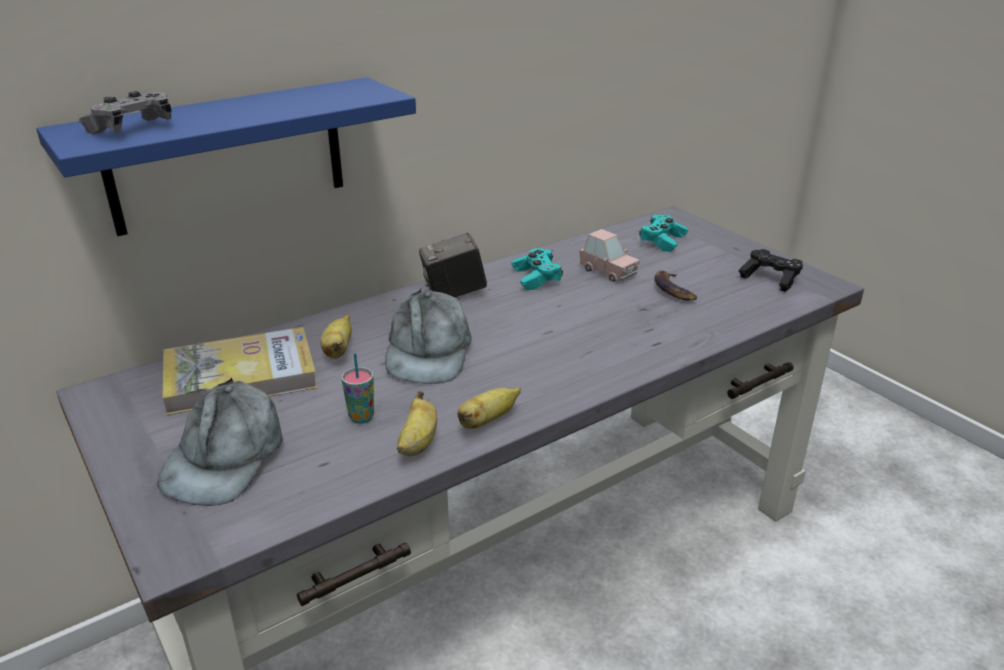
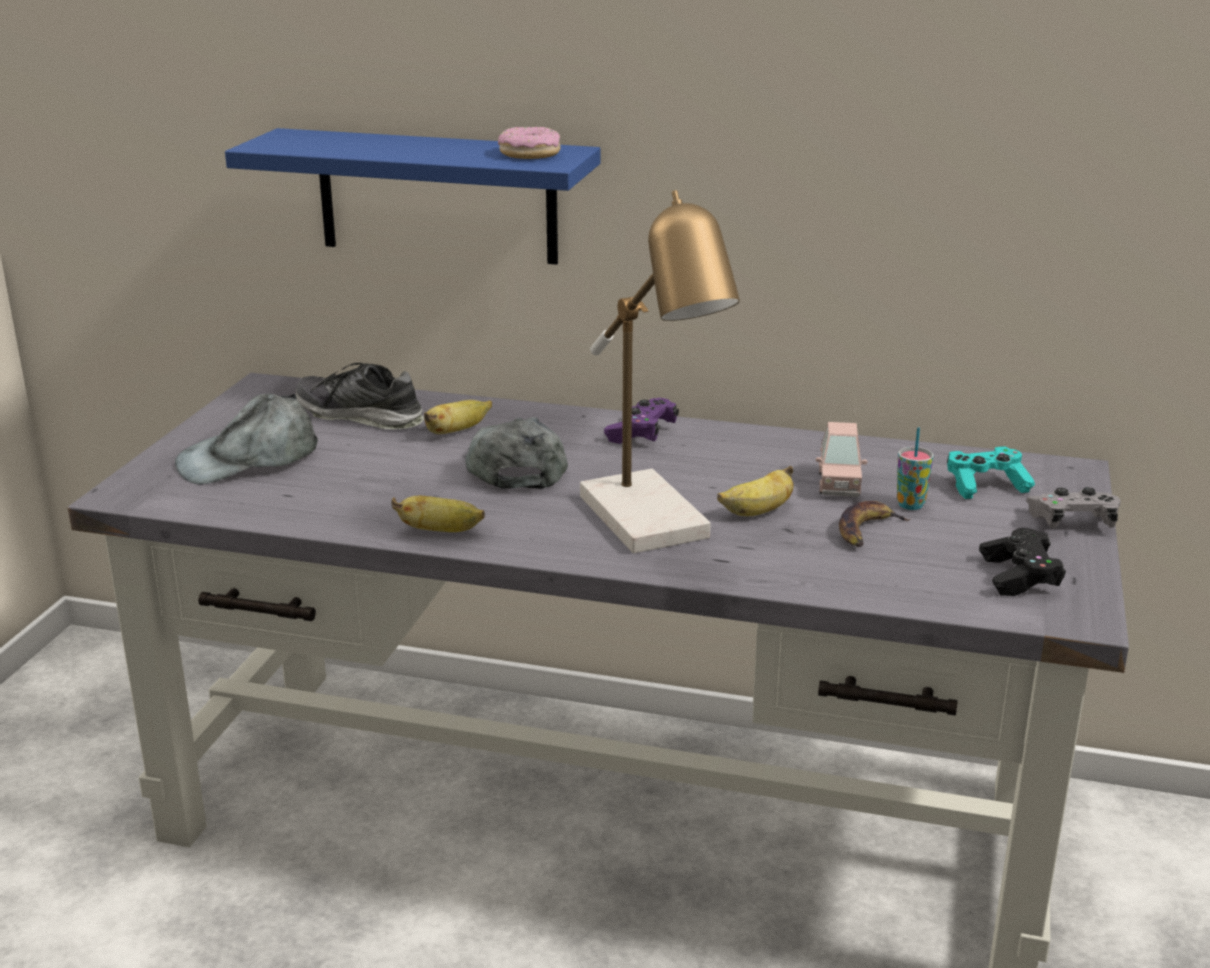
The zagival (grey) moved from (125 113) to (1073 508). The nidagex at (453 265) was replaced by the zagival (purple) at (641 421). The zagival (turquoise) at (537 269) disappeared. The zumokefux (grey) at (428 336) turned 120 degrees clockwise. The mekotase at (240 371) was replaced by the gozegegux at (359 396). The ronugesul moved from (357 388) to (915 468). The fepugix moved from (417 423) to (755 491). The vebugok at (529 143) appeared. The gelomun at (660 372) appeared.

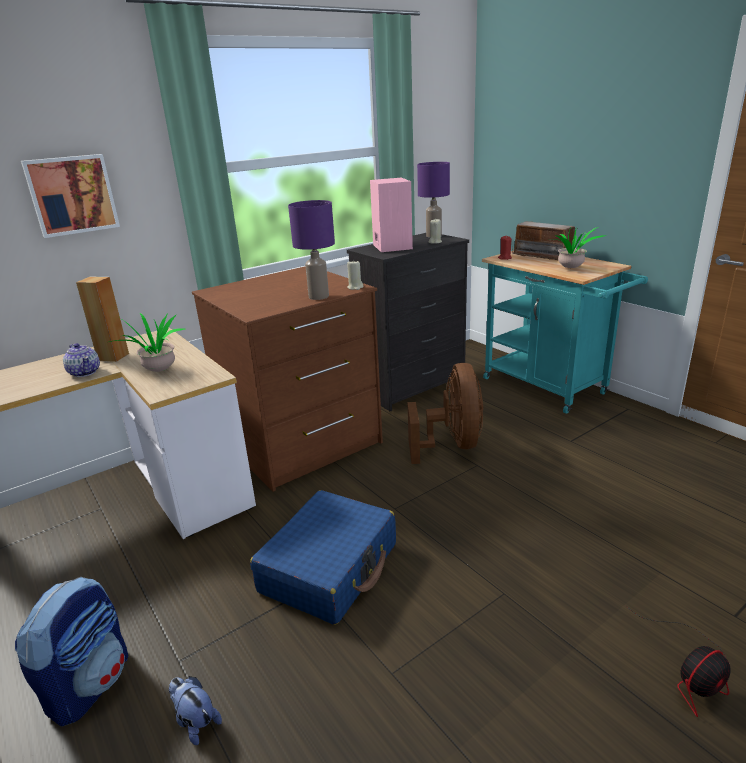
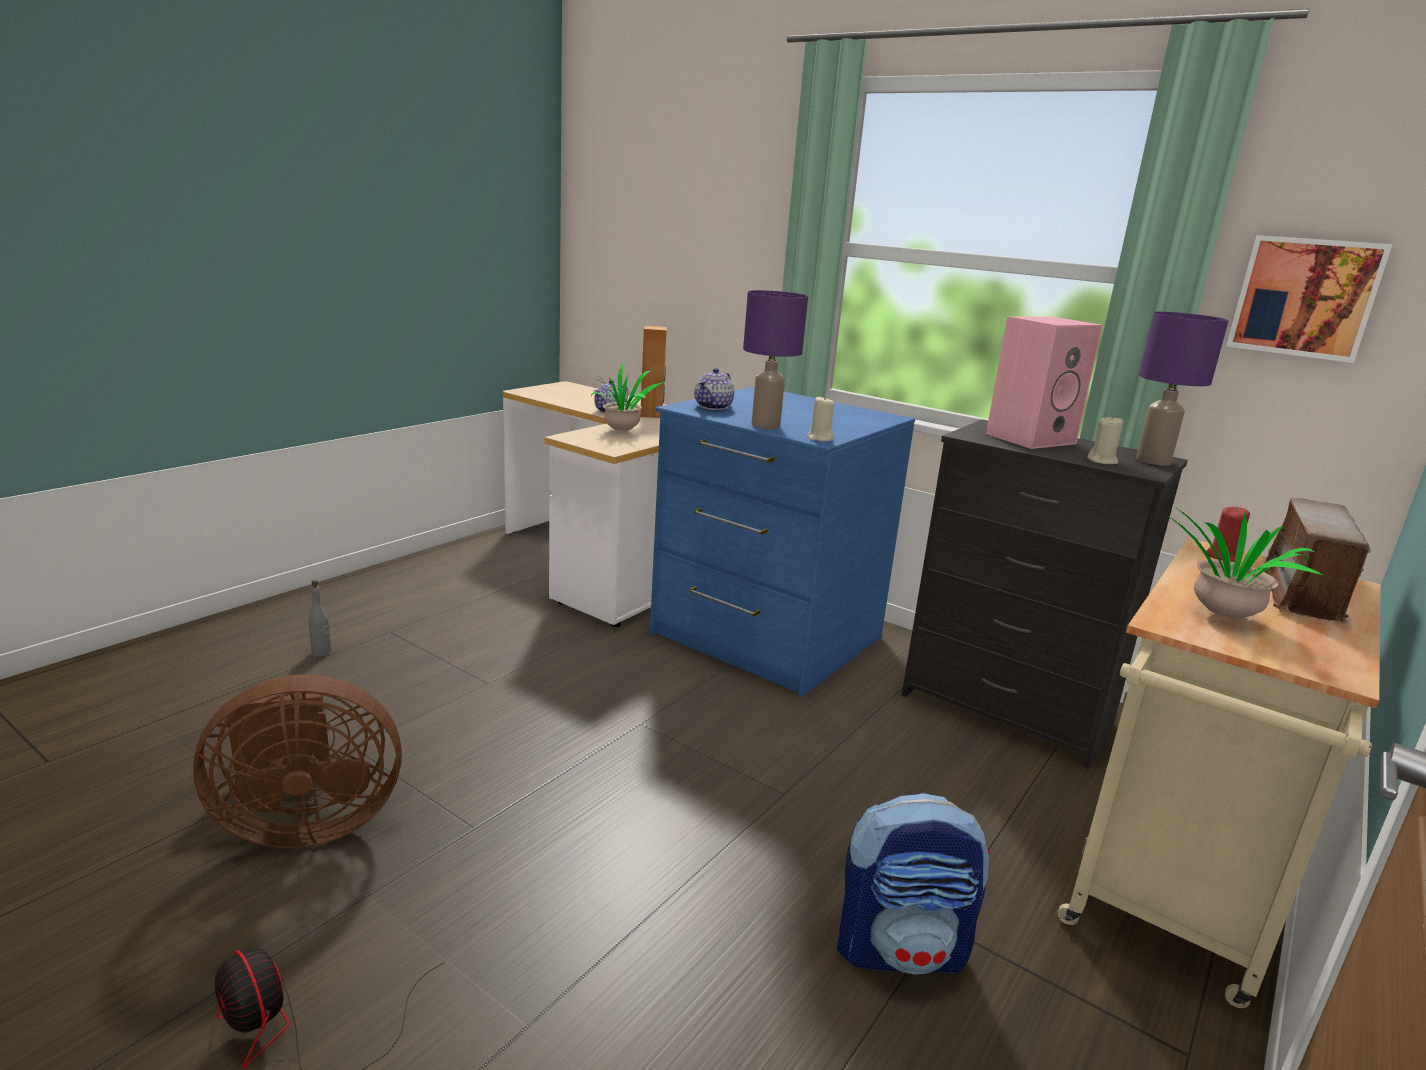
The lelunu moved from (70 196) to (1309 299). The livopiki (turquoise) at (565 332) became the livopiki (beige) at (1219 773). The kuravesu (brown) at (287 379) became the kuravesu (blue) at (782 541). The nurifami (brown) moved from (445 413) to (297 761). The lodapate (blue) at (323 557) disappeared. The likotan moved from (71 651) to (913 884). The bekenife at (195 710) was replaced by the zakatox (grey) at (319 618). The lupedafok at (714 389) appeared.

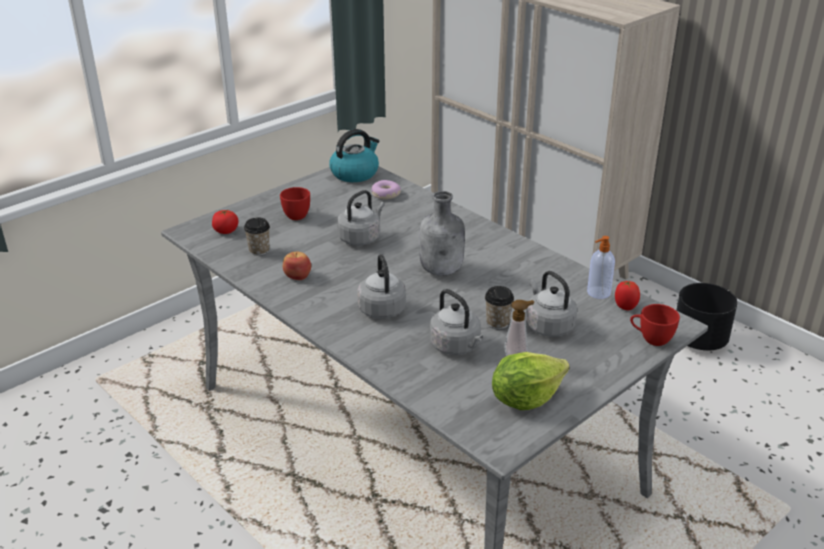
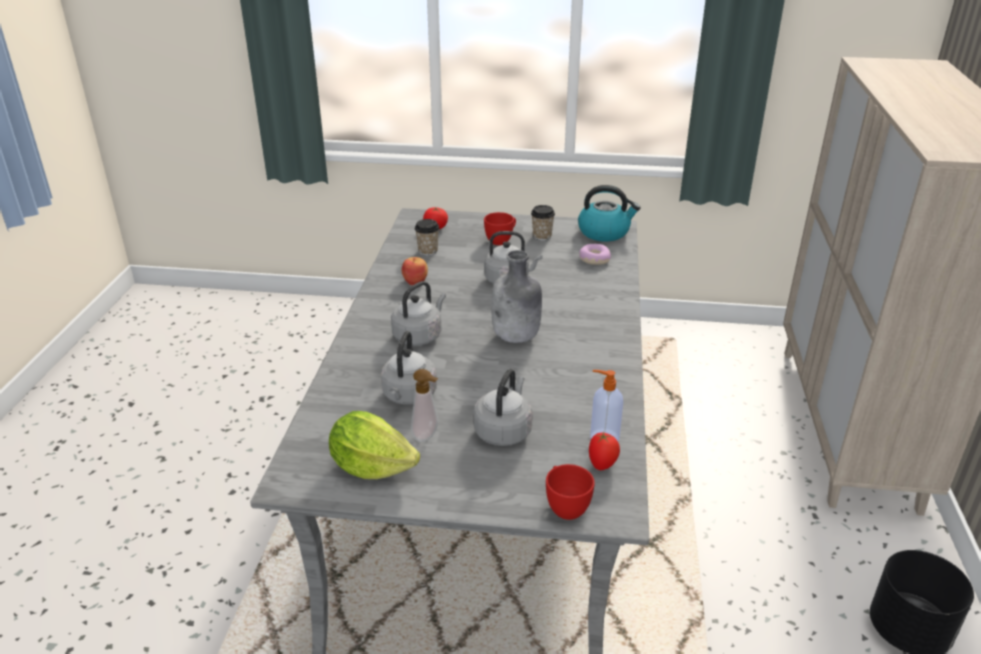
The ronugesul moved from (499 307) to (543 223).

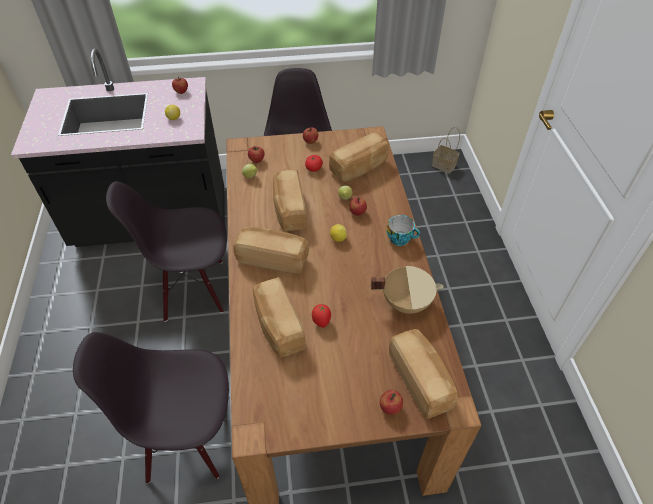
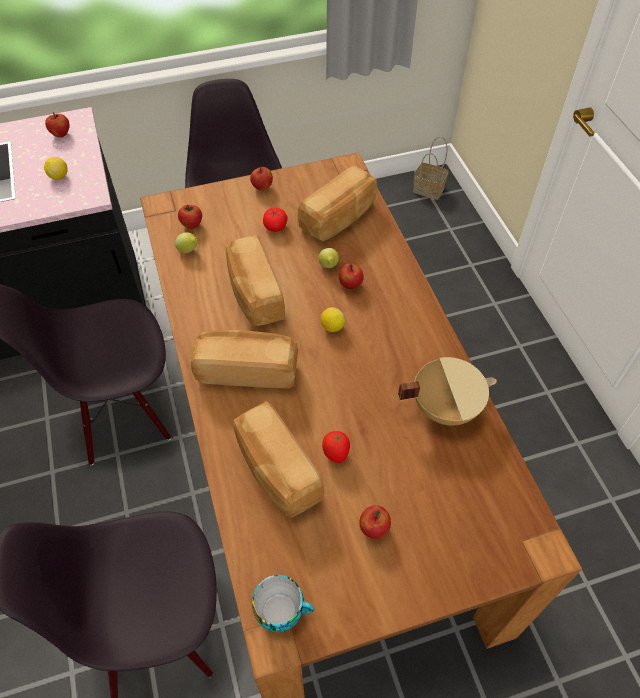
The ronugesul moved from (403 230) to (283 603). The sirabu at (423 374) disappeared. The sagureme moved from (391 402) to (375 522).

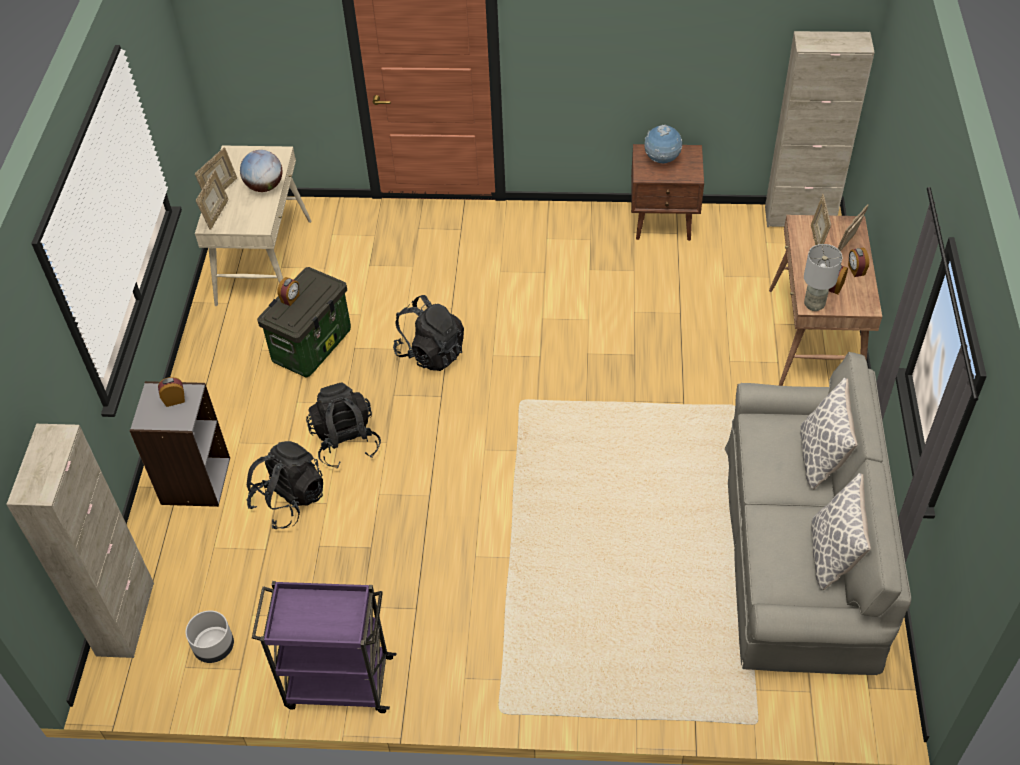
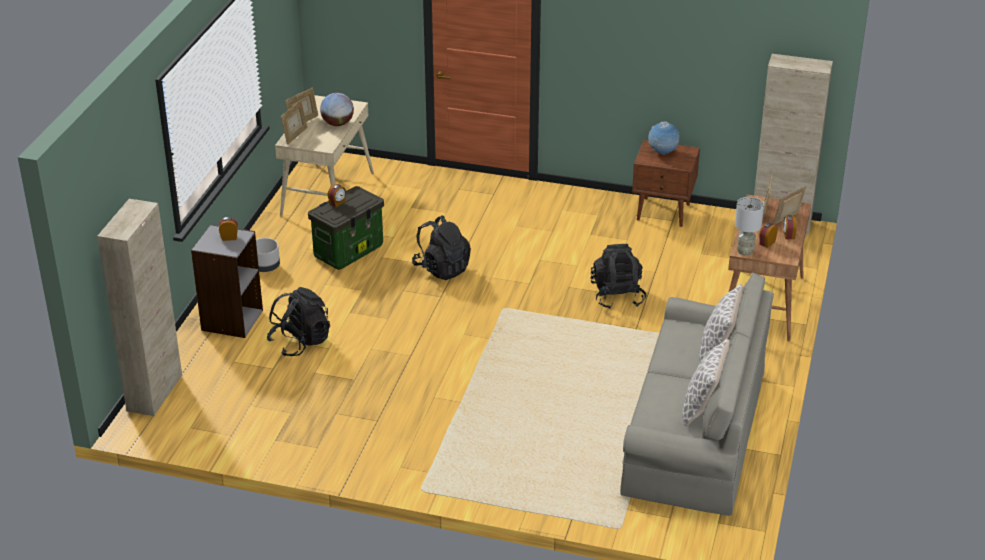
The likotan (black) moved from (343 425) to (618 276). The livopiki (purple) at (324 647) disappeared. The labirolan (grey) moved from (209 636) to (268 255).

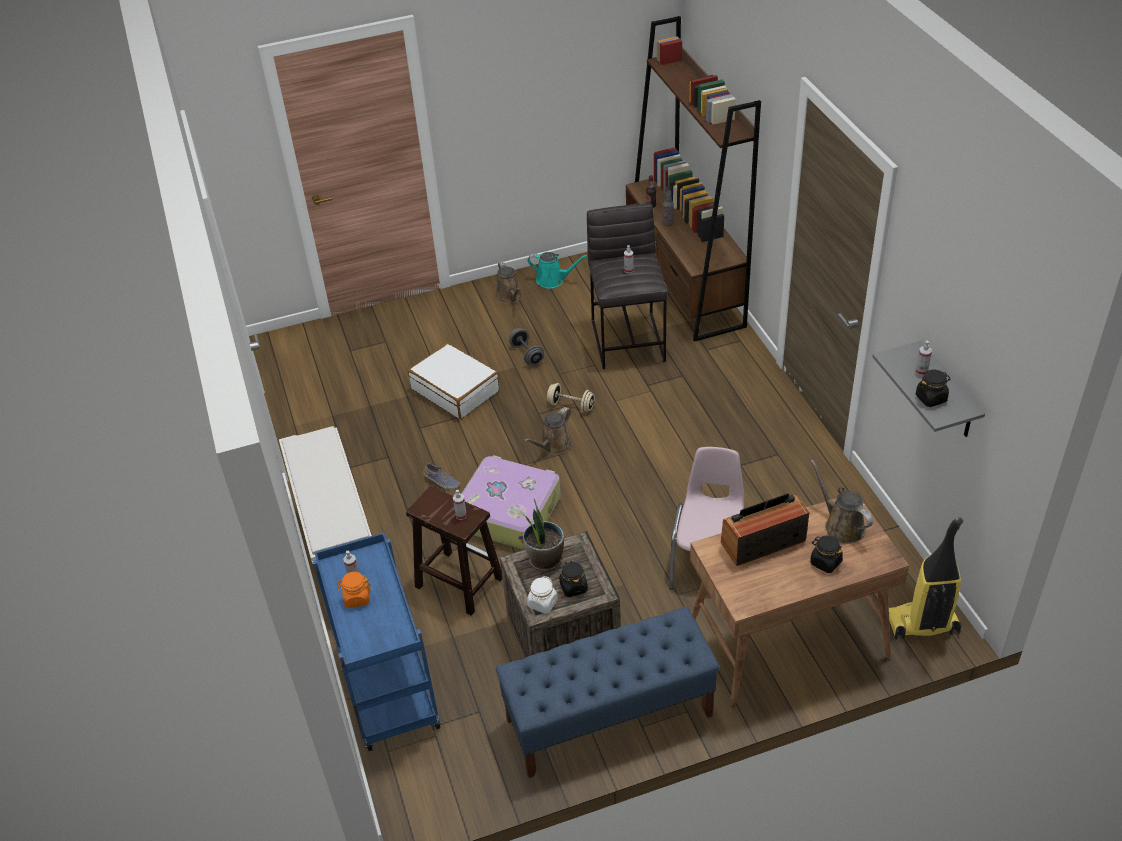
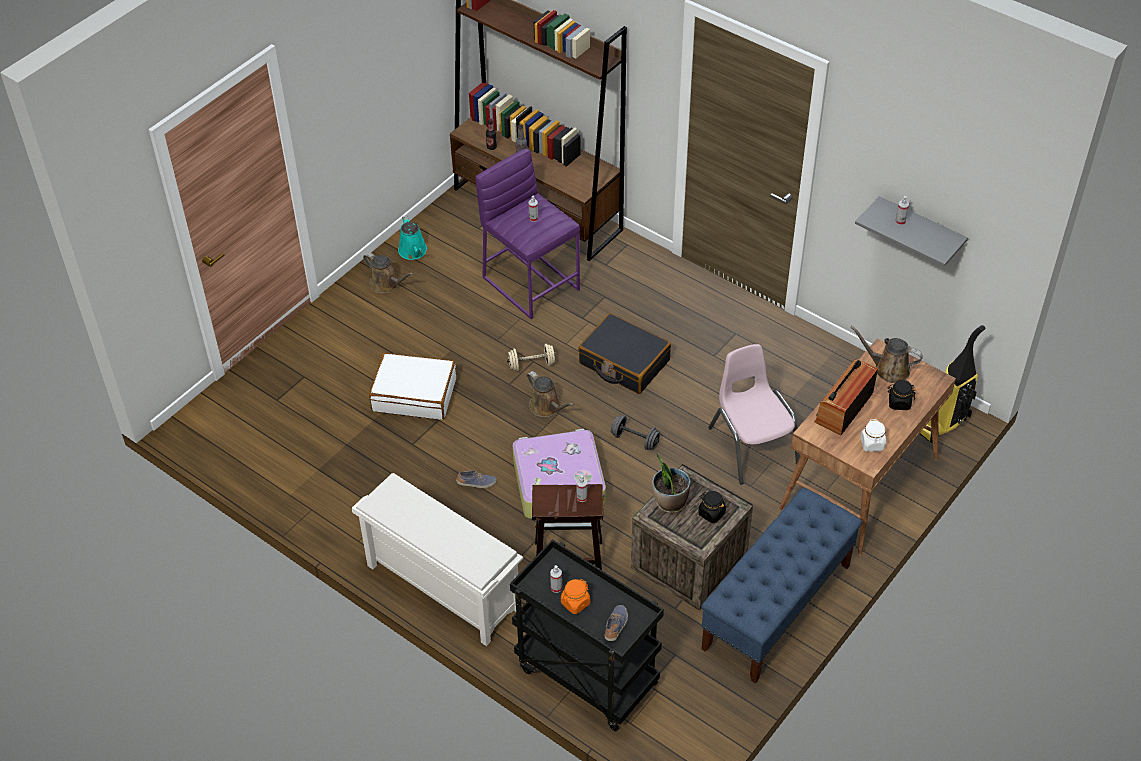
The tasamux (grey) at (627 286) became the tasamux (purple) at (528 234). The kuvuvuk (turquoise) at (557 270) turned 90 degrees clockwise. The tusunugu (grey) moved from (526 346) to (635 432). The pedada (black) at (933 388) disappeared. The kuvuvuk (brown) at (548 431) turned 45 degrees counterclockwise. The livopiki (blue) at (376 642) became the livopiki (black) at (587 635). The pedada (white) moved from (543 595) to (873 435). The lodapate (black) at (624 353) appeared. The gozegegux at (616 623) appeared.

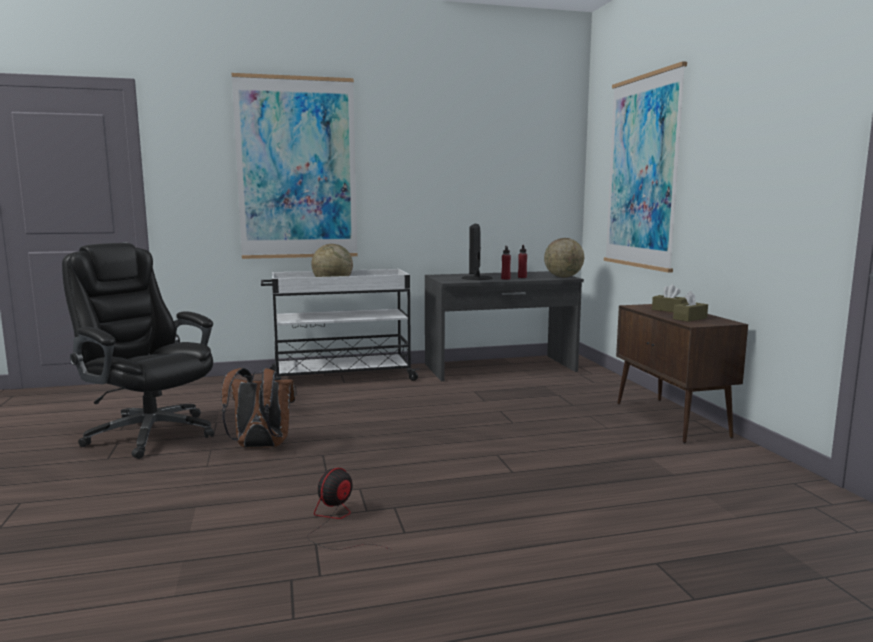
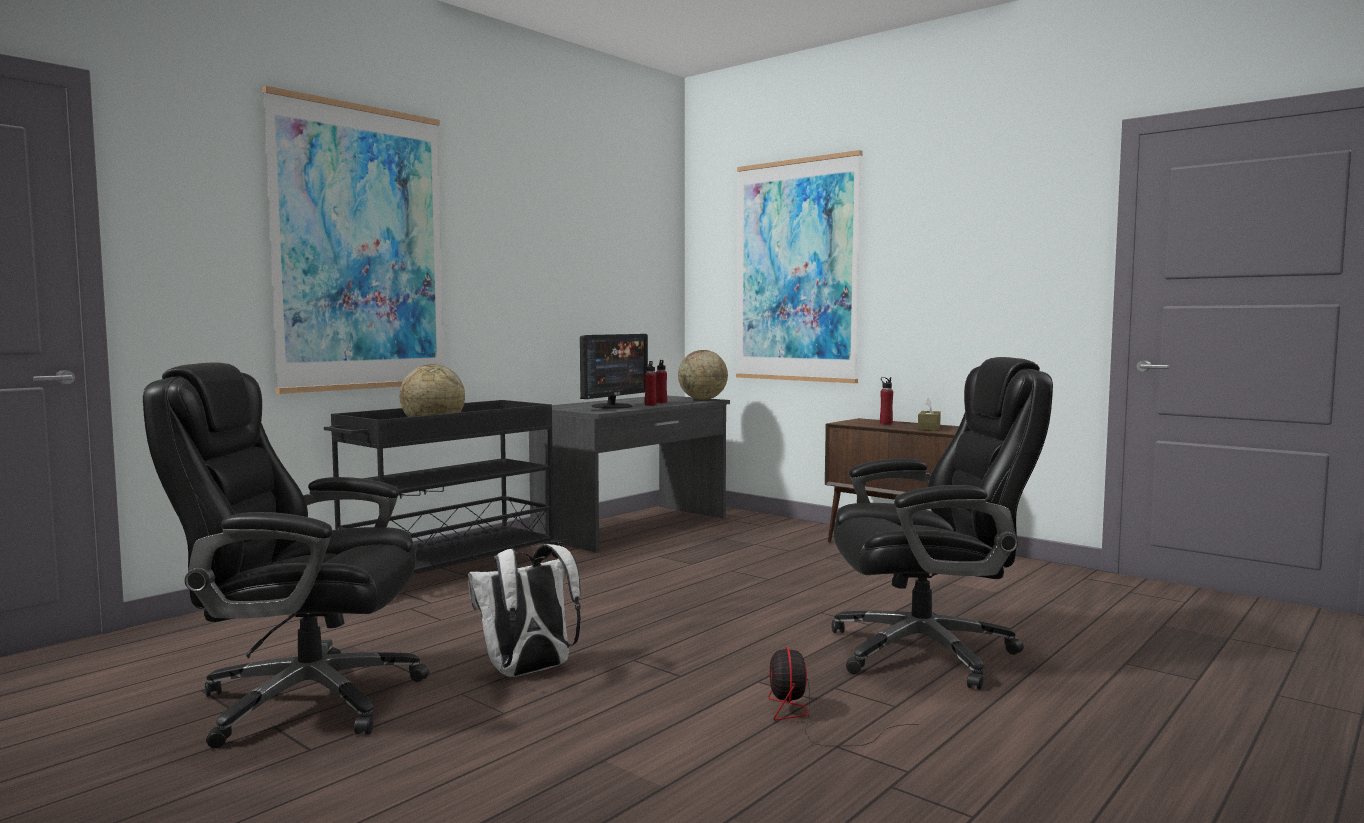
The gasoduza at (477 252) turned 120 degrees counterclockwise. The livopiki (white) at (340 325) became the livopiki (black) at (445 486). The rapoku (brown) at (670 298) was replaced by the zakatox (red) at (886 400). The likotan (brown) at (258 408) became the likotan (white) at (524 610). The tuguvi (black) at (942 523) appeared.

